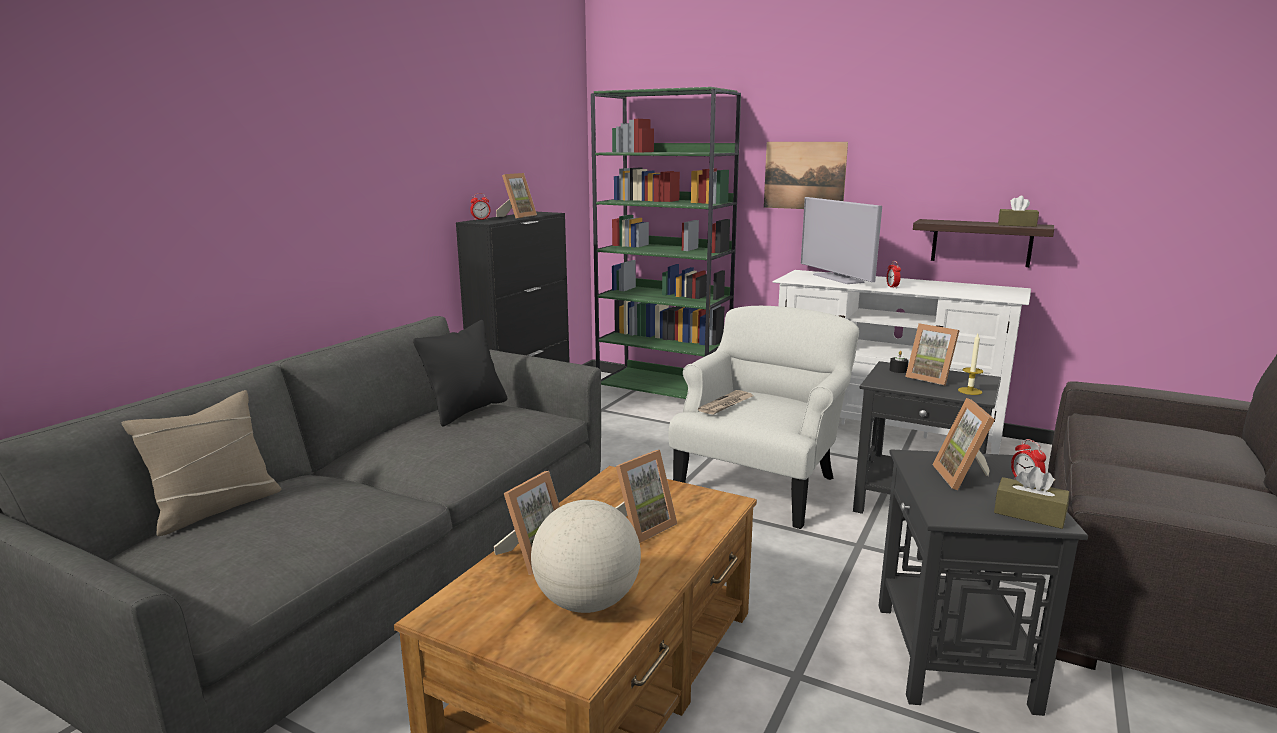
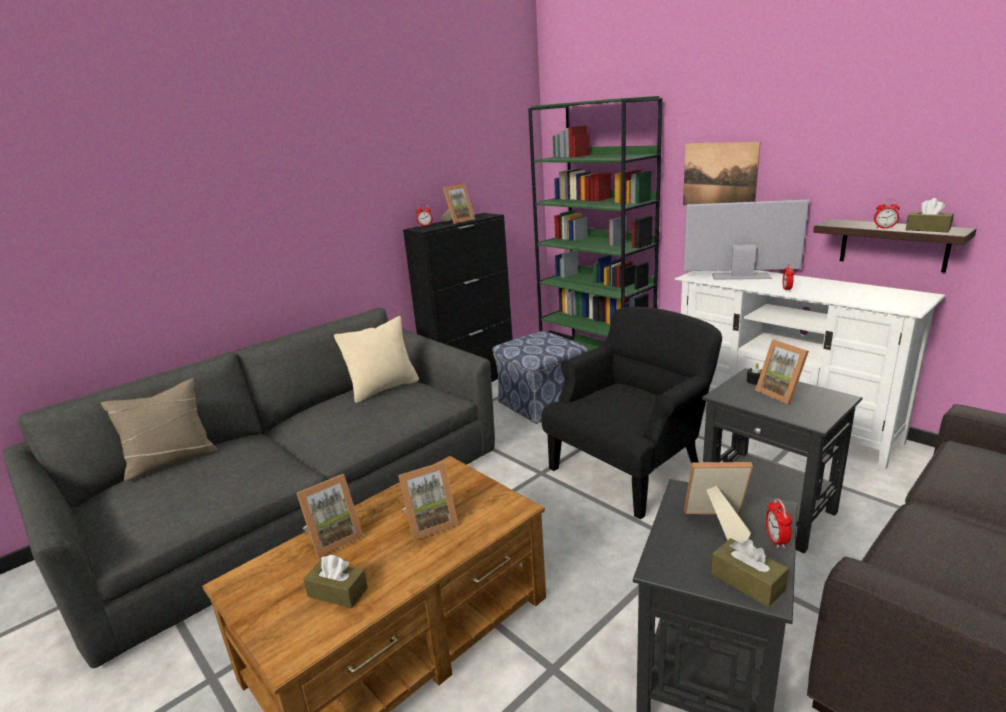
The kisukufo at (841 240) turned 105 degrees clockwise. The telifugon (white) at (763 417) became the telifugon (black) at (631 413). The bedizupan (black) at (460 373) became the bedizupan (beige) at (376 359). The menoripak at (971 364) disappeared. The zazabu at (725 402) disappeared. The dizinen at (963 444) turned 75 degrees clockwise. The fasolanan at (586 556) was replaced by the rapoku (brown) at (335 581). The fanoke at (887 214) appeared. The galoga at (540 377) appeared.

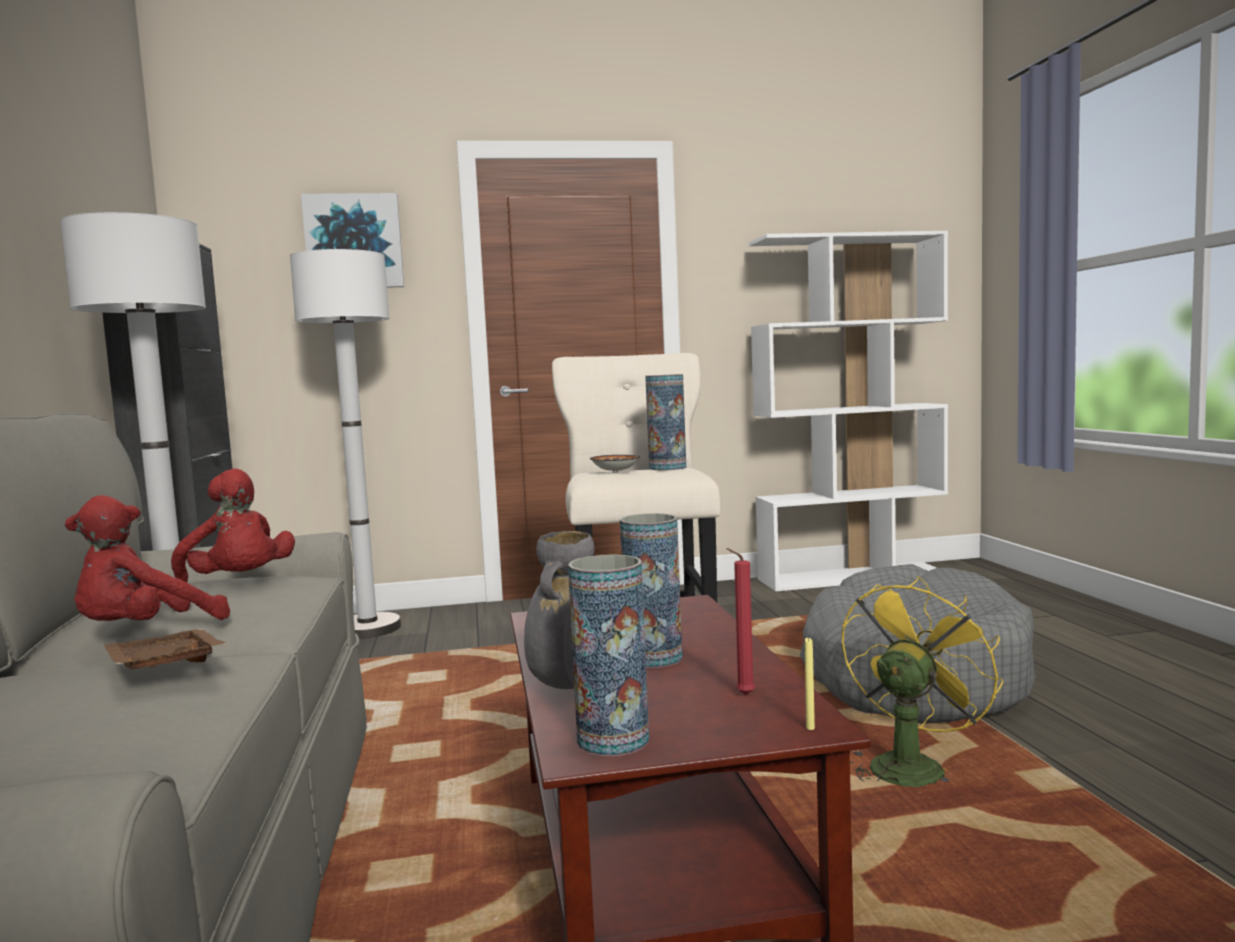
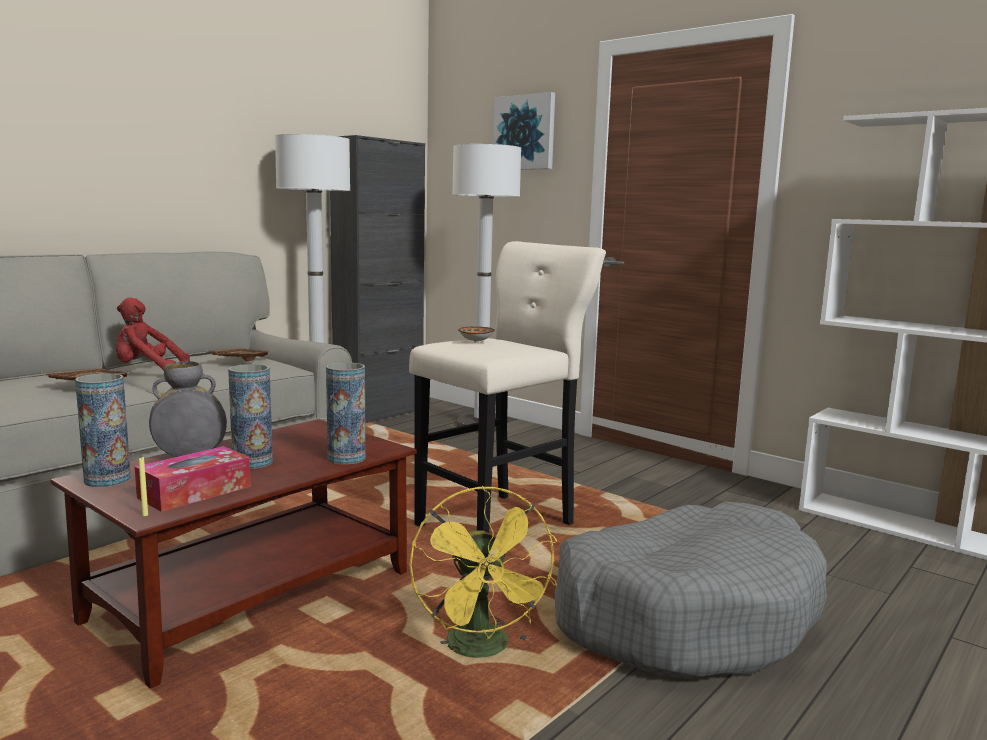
The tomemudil moved from (665 422) to (346 413). The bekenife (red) at (233 525) was replaced by the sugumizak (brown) at (242 354). The menoripak (red) at (741 621) was replaced by the rapoku at (193 479). The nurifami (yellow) at (922 681) turned 75 degrees clockwise.

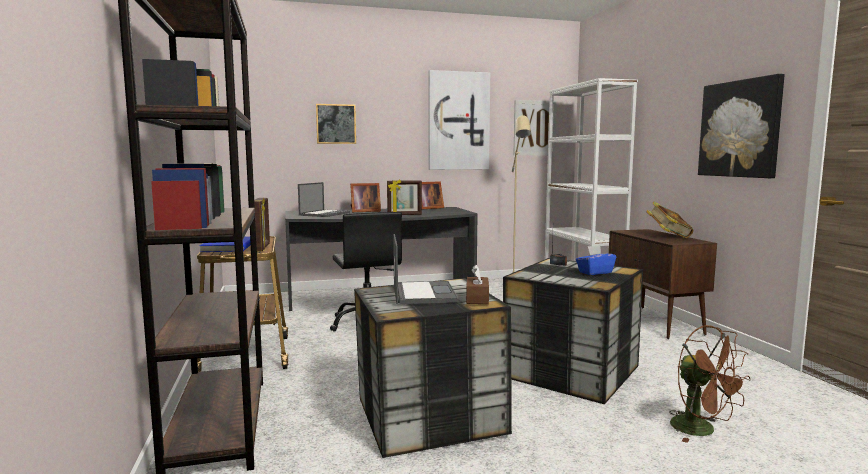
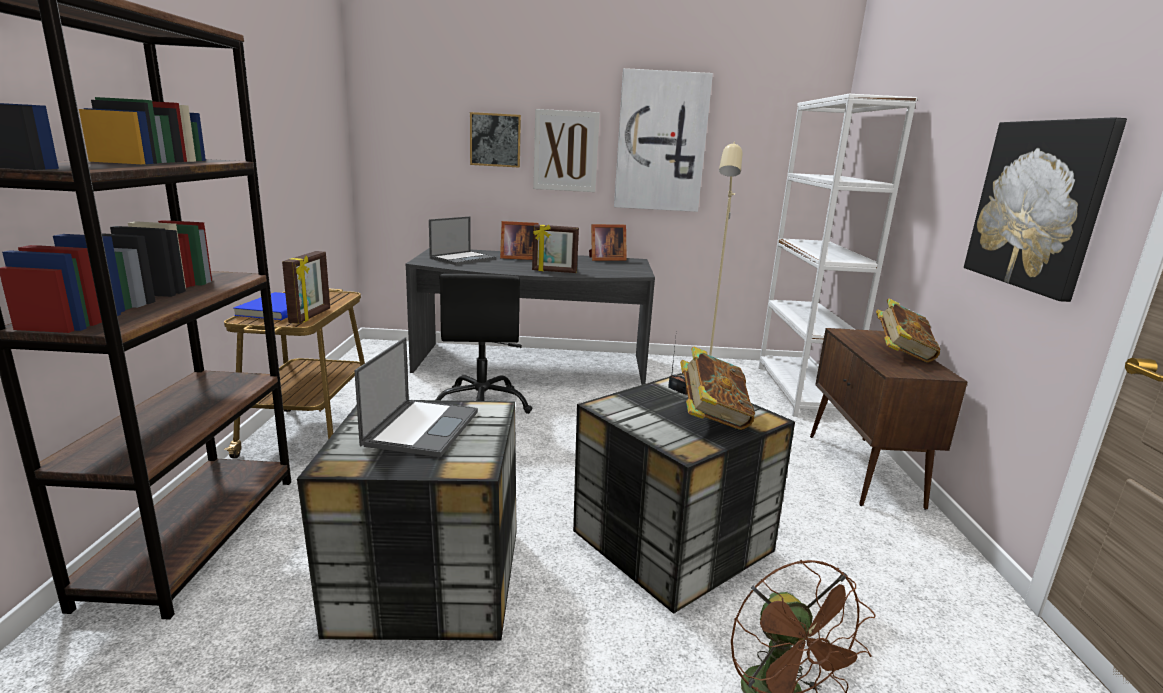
The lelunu moved from (535 128) to (566 150). The rapoku (blue) at (596 260) was replaced by the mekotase at (717 388). The rapoku (brown) at (477 284) disappeared.

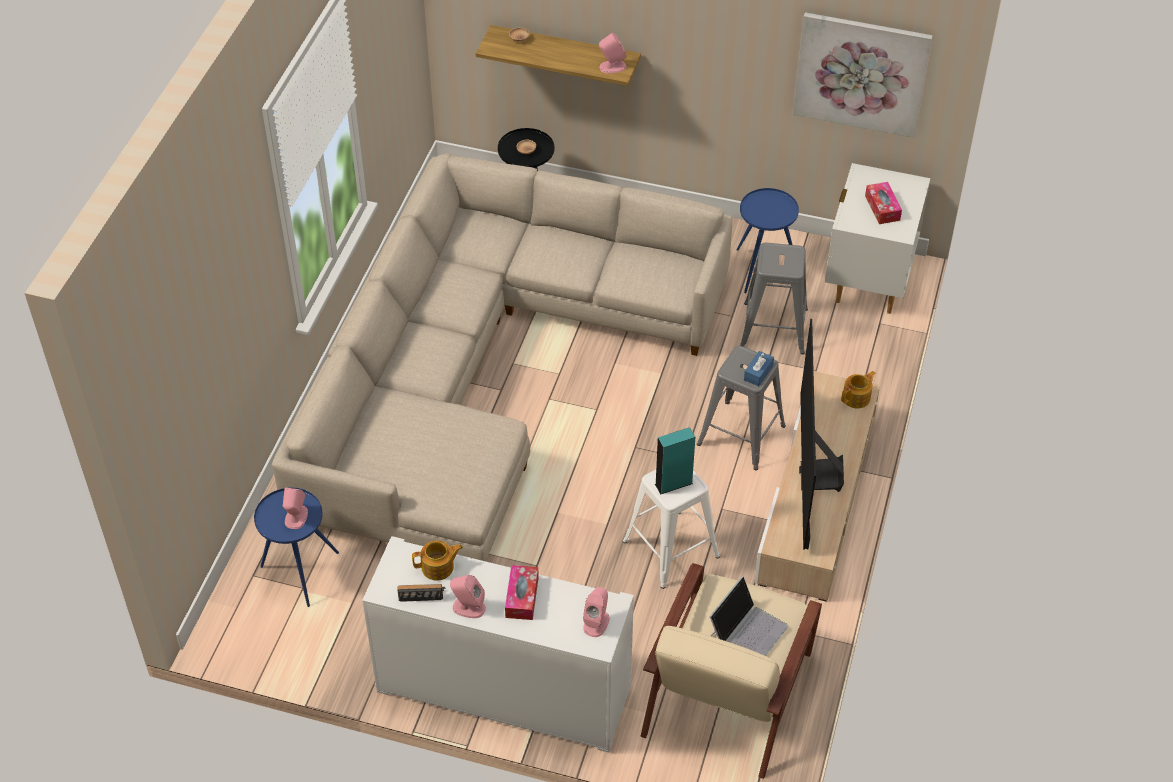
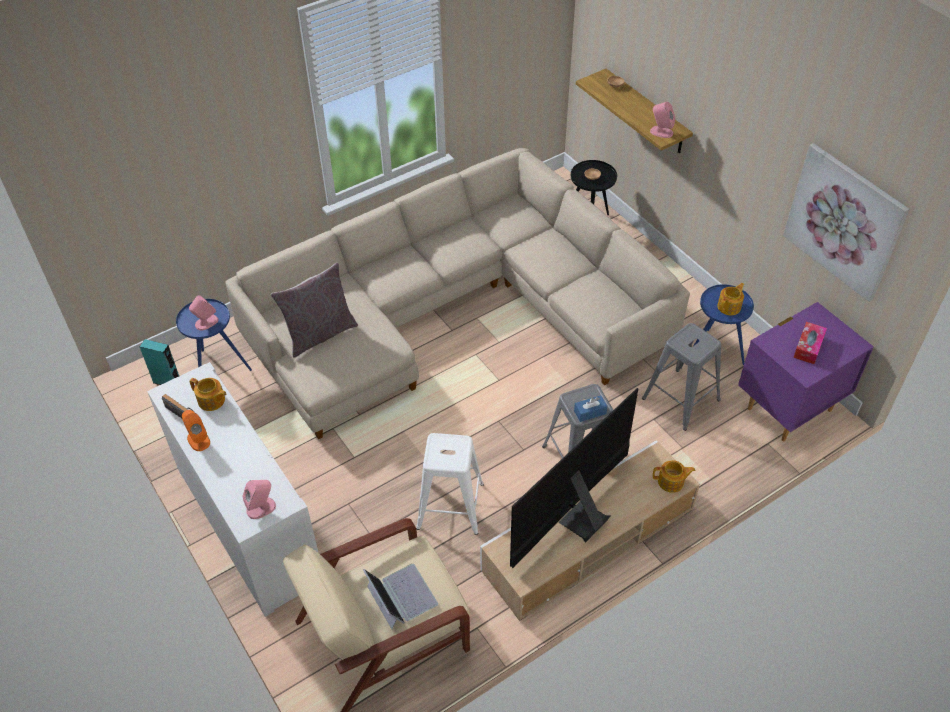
The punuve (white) at (877 238) became the punuve (purple) at (806 372). The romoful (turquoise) moved from (675 461) to (159 362). The rapoku at (522 592) disappeared. The romoful (pink) at (468 596) became the romoful (orange) at (196 430). The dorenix at (748 616) turned 105 degrees counterclockwise. The bedizupan (grey) at (314 309) appeared. The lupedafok at (730 299) appeared.

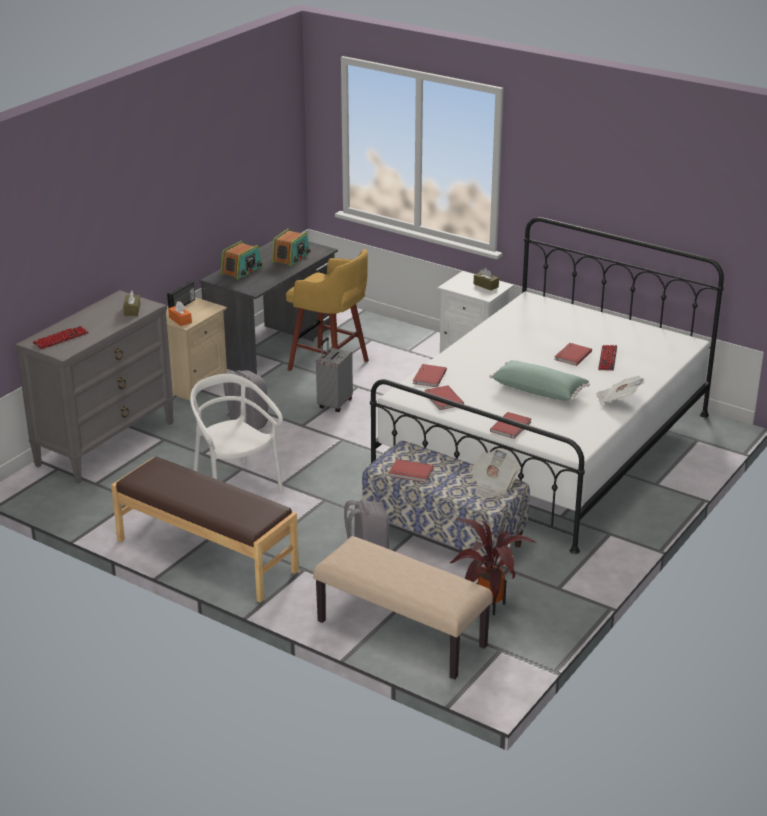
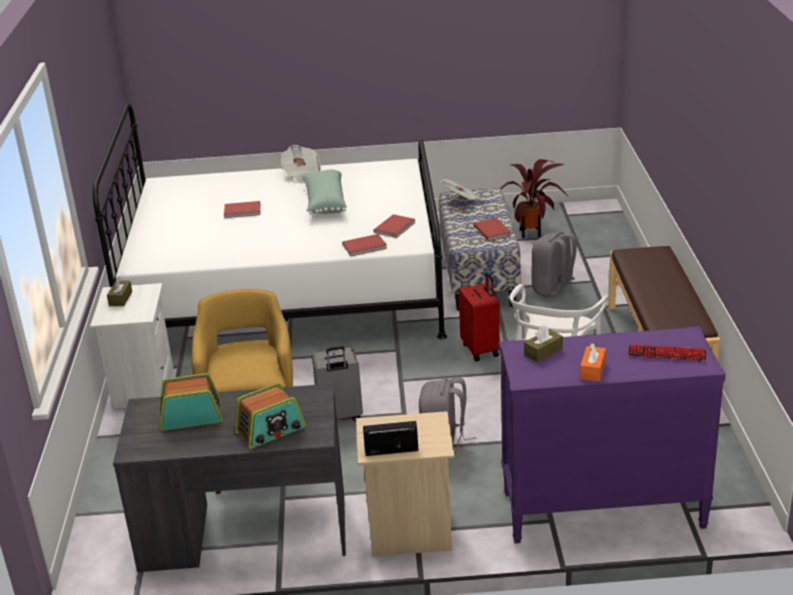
The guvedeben at (242 260) turned 150 degrees clockwise. The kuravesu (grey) at (94 387) became the kuravesu (purple) at (612 434). The rapoku (orange) moved from (180 313) to (593 362). The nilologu at (607 357) disappeared. The mekotase (red) at (510 425) disappeared. The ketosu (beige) at (402 608) disappeared. The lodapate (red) at (479 316) appeared.

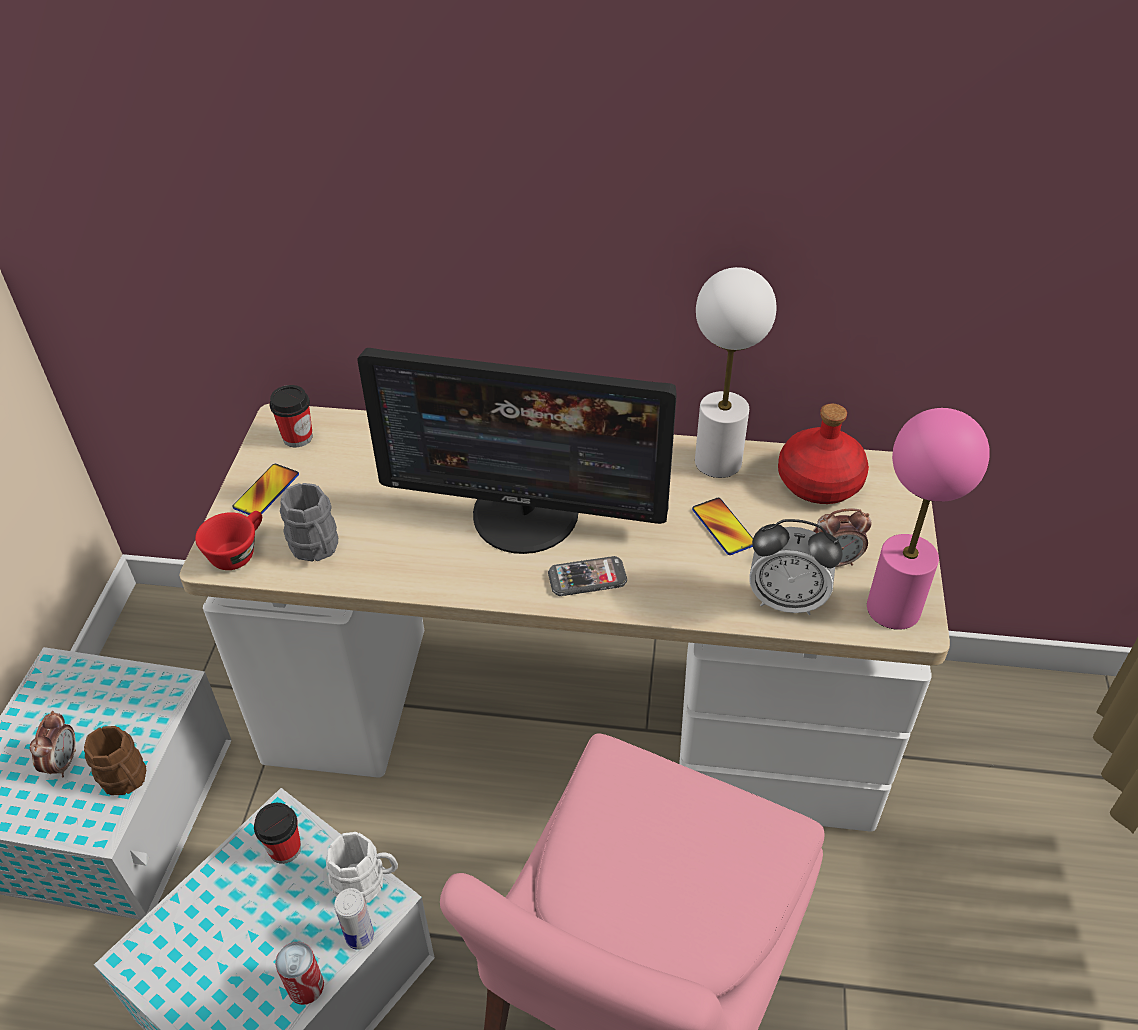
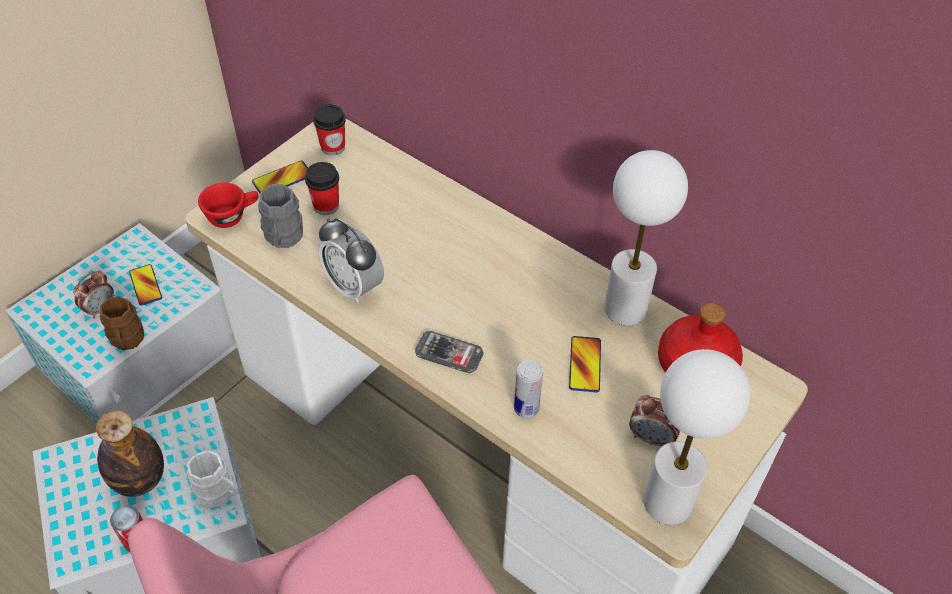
The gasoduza at (517 451) disappeared. The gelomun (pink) at (928 519) became the gelomun (white) at (696 437). The fanoke moved from (796 567) to (351 261). The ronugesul moved from (277 833) to (322 188). The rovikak moved from (354 919) to (528 388). The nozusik at (145 285) appeared. The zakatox at (130 453) appeared.

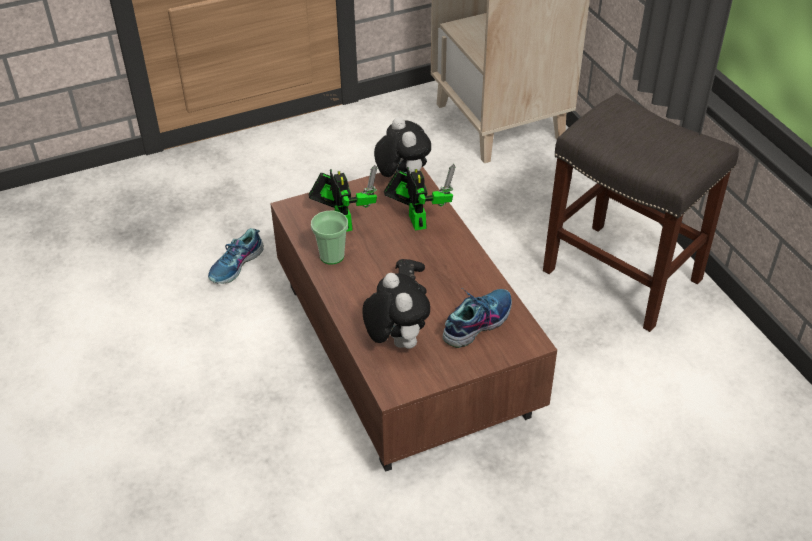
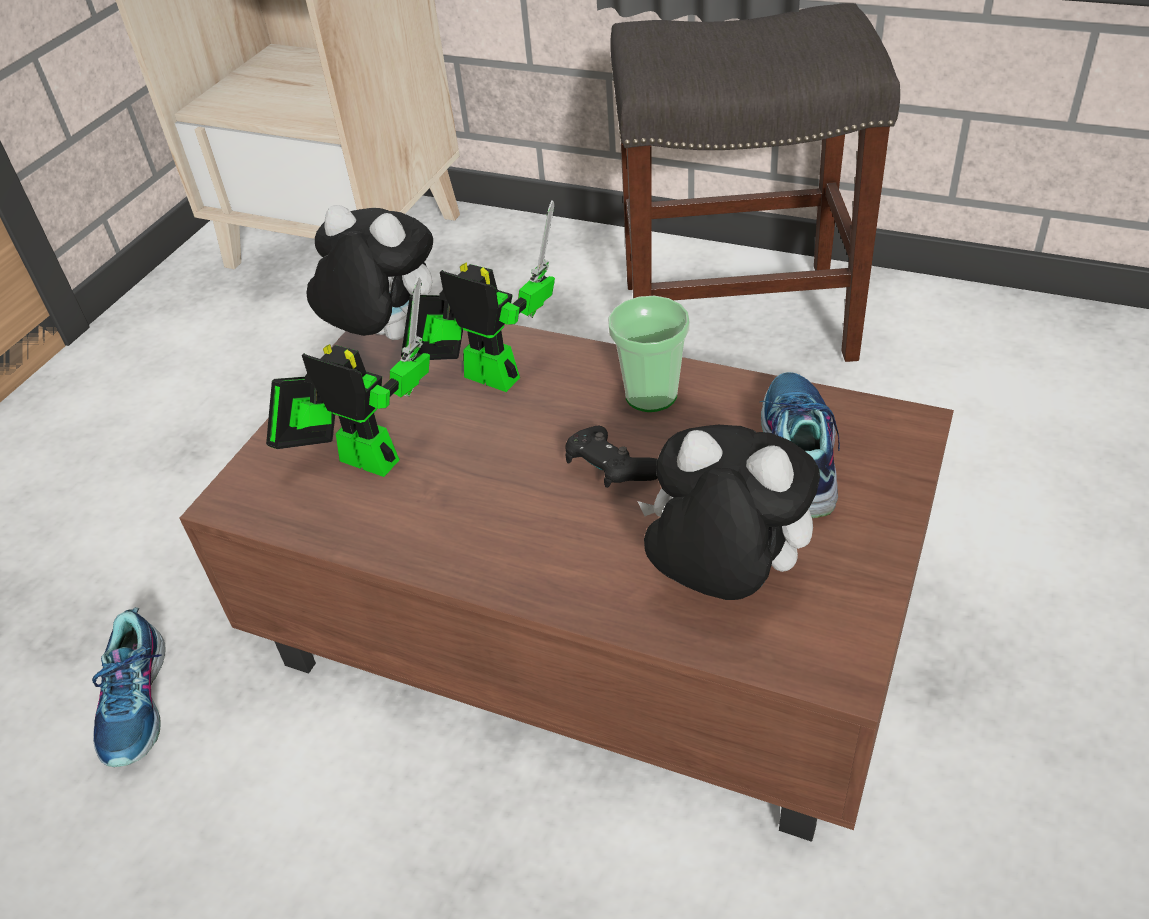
The ronugesul moved from (329 238) to (649 354).

